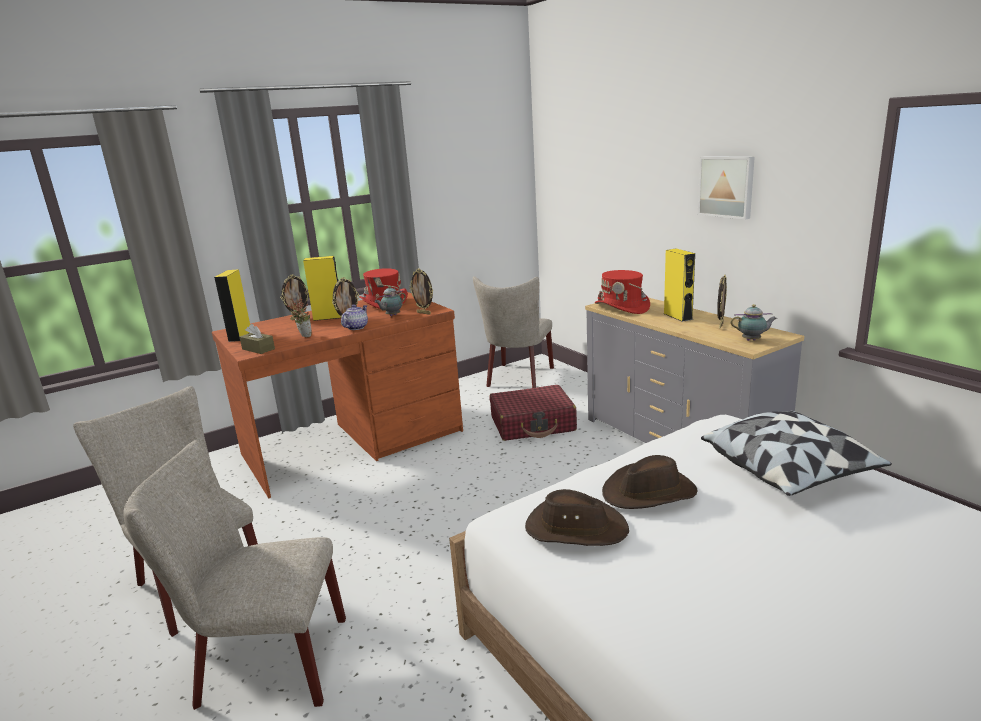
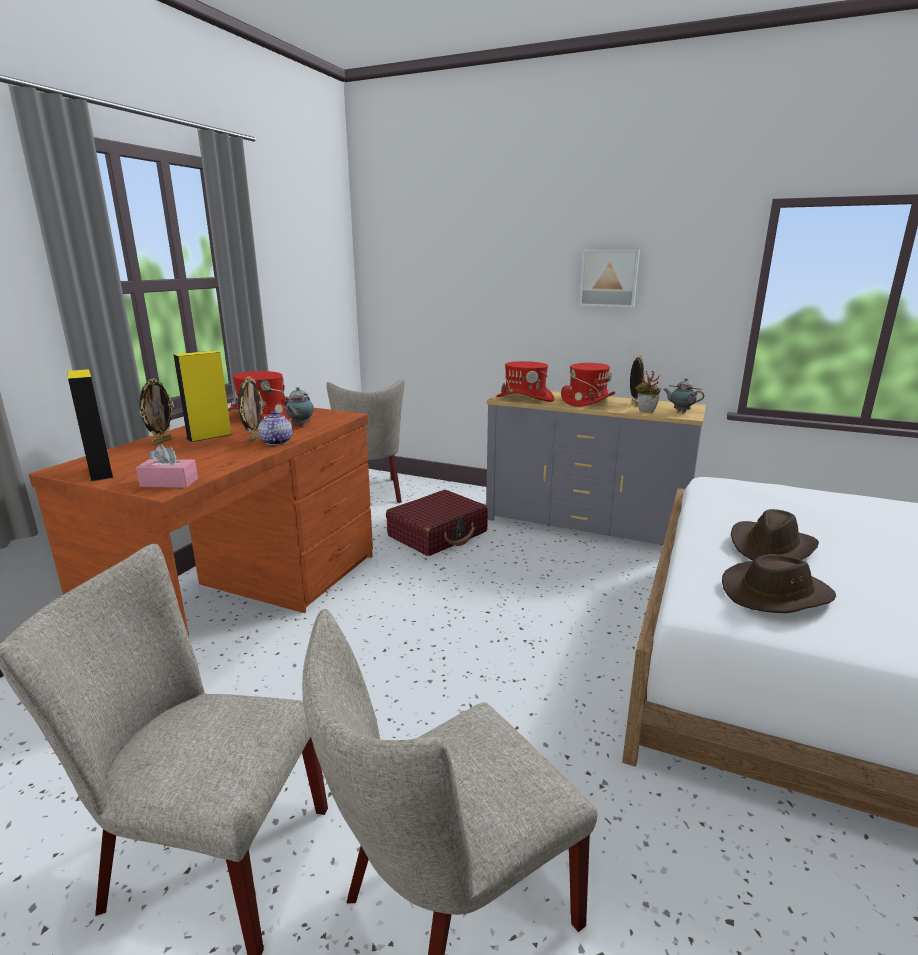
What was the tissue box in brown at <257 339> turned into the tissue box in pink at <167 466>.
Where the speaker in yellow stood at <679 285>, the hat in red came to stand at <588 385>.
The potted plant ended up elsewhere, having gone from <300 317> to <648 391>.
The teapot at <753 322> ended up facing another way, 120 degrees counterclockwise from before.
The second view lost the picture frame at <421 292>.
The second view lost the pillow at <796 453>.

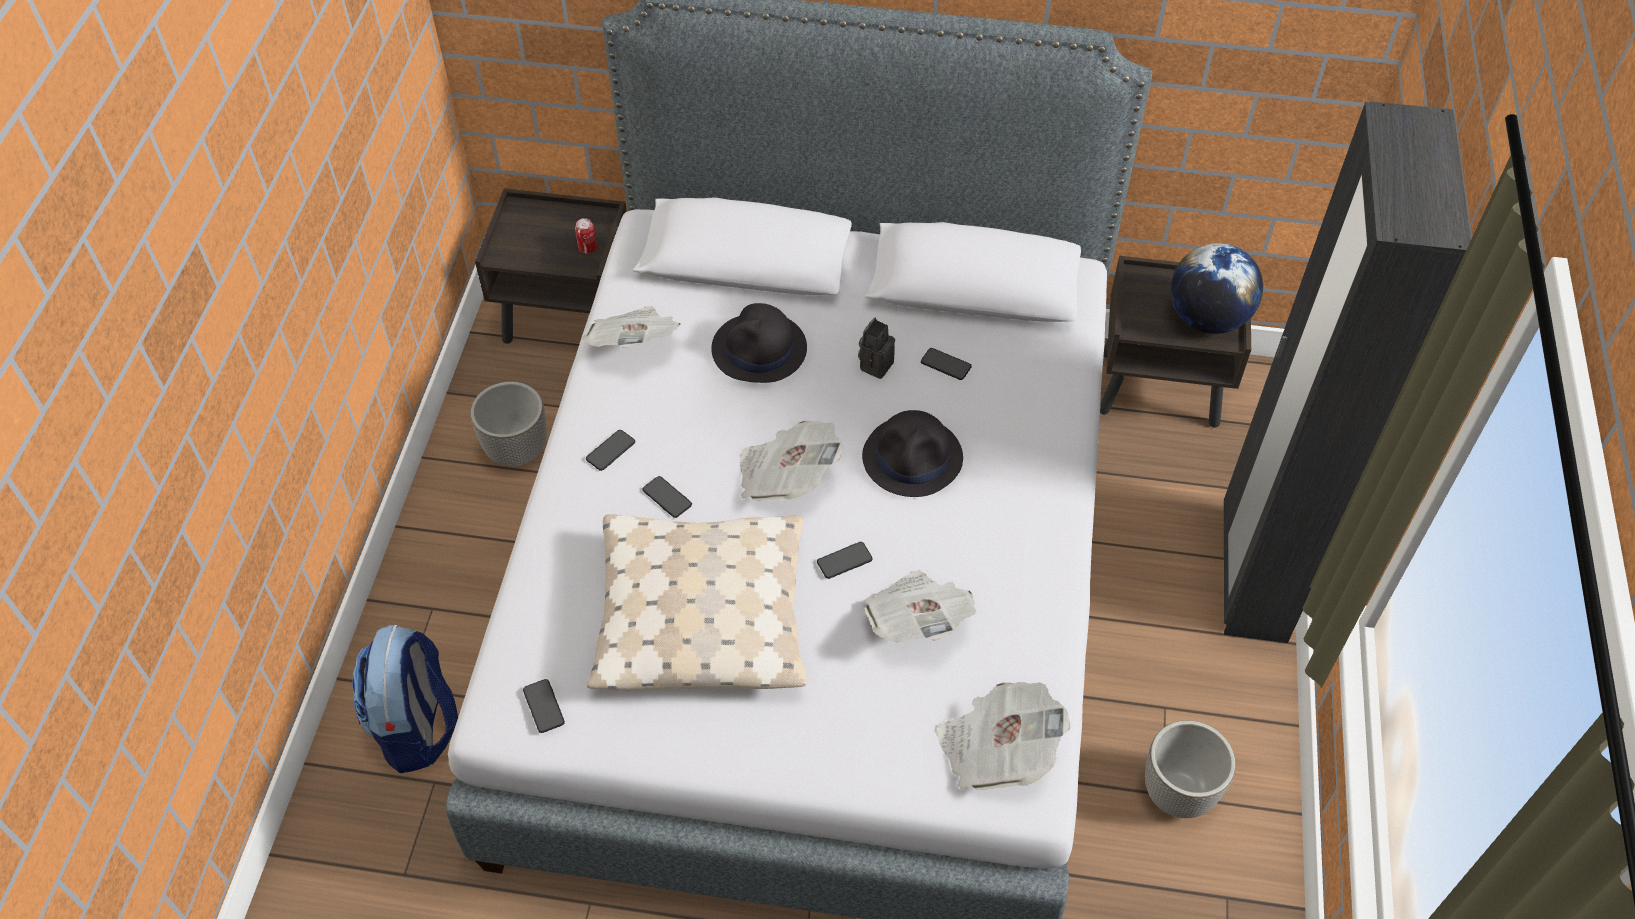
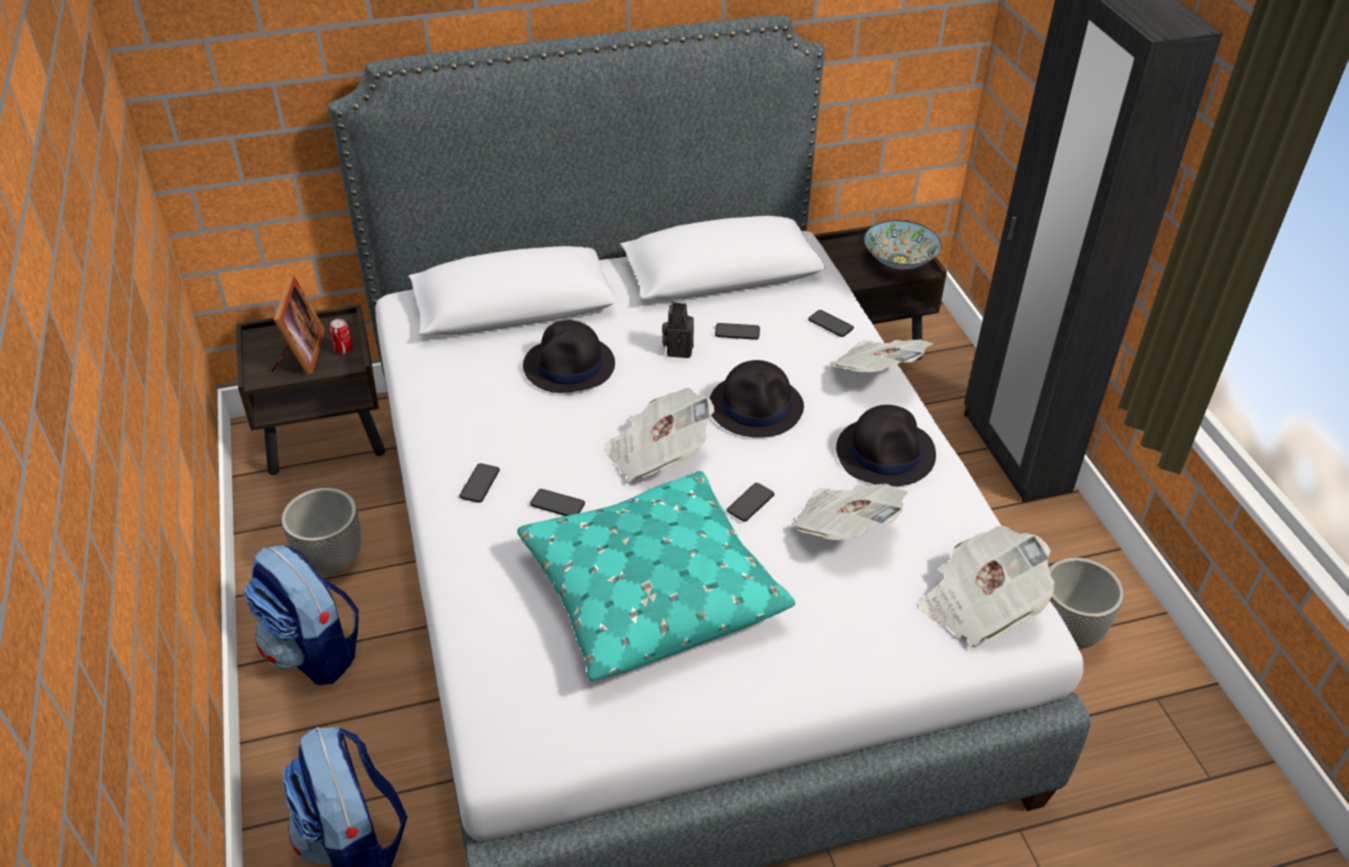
The second view gained the backpack at <301 615>.
The second view gained the picture frame at <298 325>.
What was the pillow in beige at <696 602> turned into the pillow in turquoise at <656 576>.
The phone ended up elsewhere, having gone from <544 706> to <831 323>.
The newspaper ended up elsewhere, having gone from <631 327> to <881 355>.
The second view gained the hat in black at <886 445>.
Where the globe stood at <1216 288>, the bowl came to stand at <902 244>.

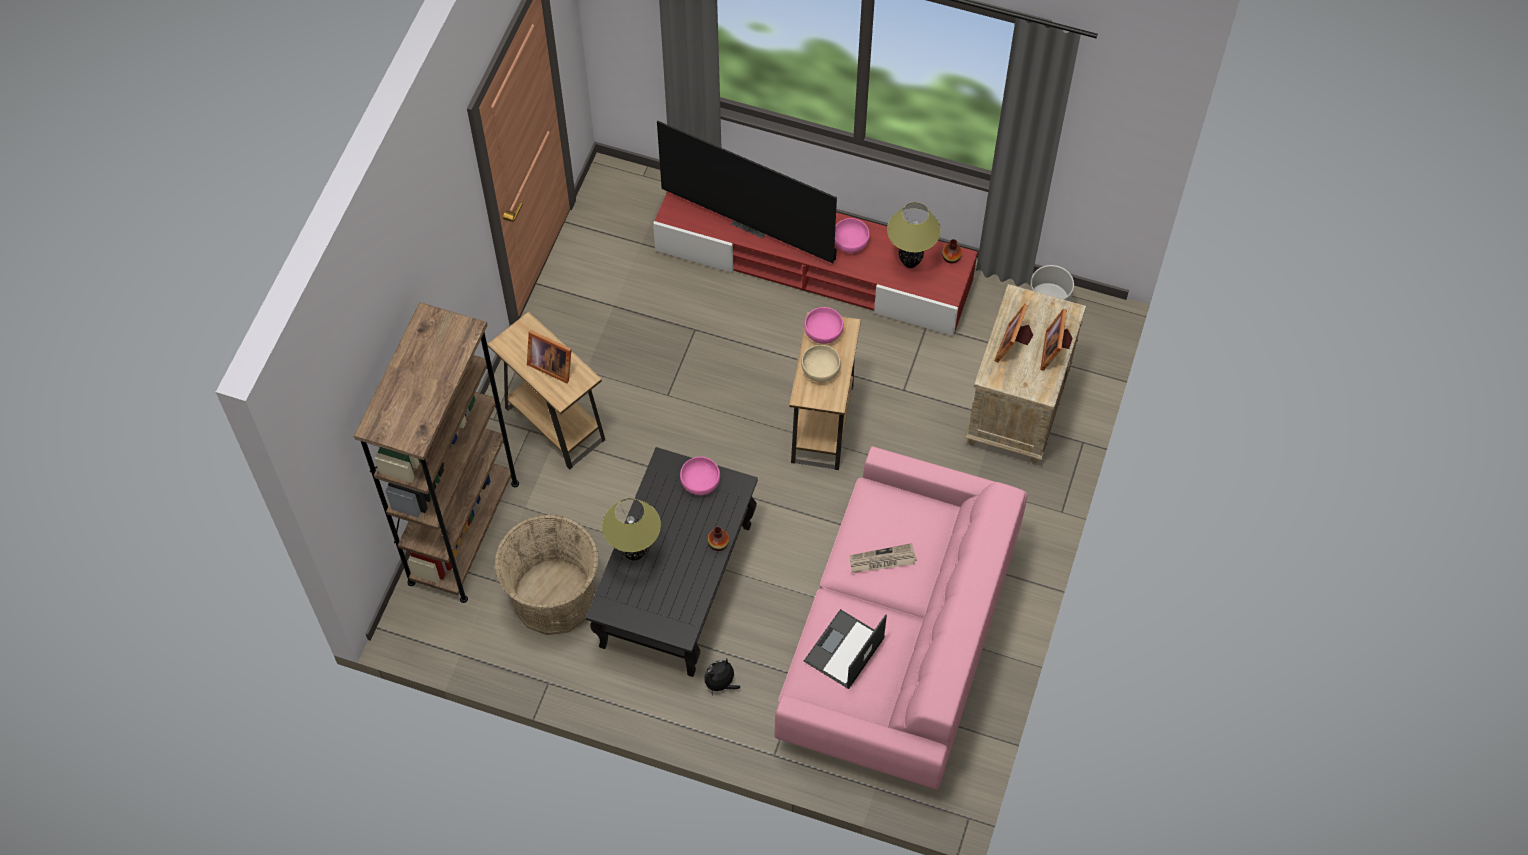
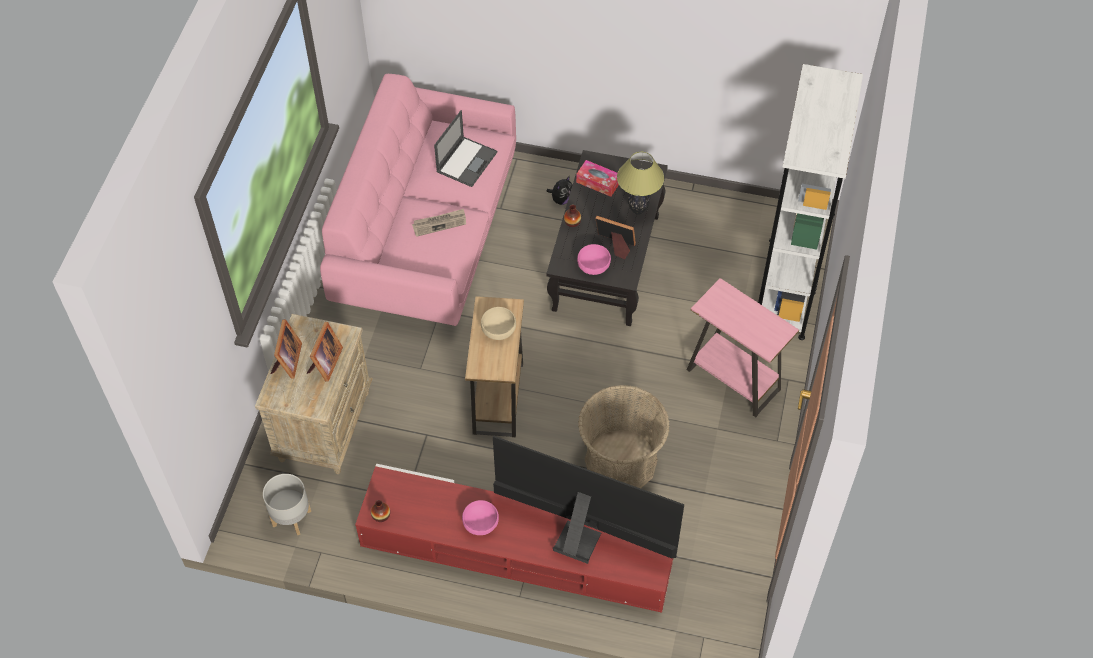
The second view gained the tissue box at <597 178>.
The basket ended up elsewhere, having gone from <546 574> to <624 437>.
The picture frame ended up elsewhere, having gone from <549 356> to <615 238>.
What was the side table in brown at <546 390> turned into the side table in pink at <743 347>.
What was the bookcase in brown at <436 452> turned into the bookcase in white at <810 202>.
The second view lost the bowl in pink at <824 325>.
The second view lost the table lamp at <914 235>.

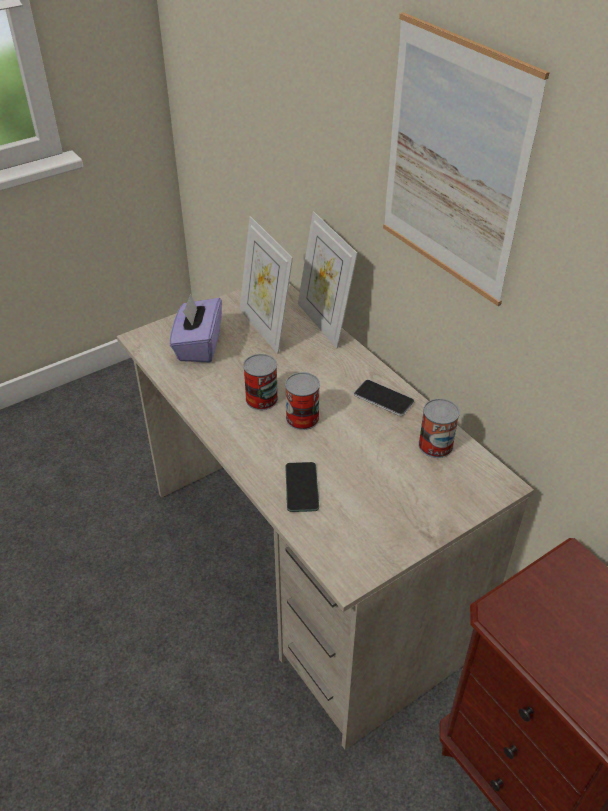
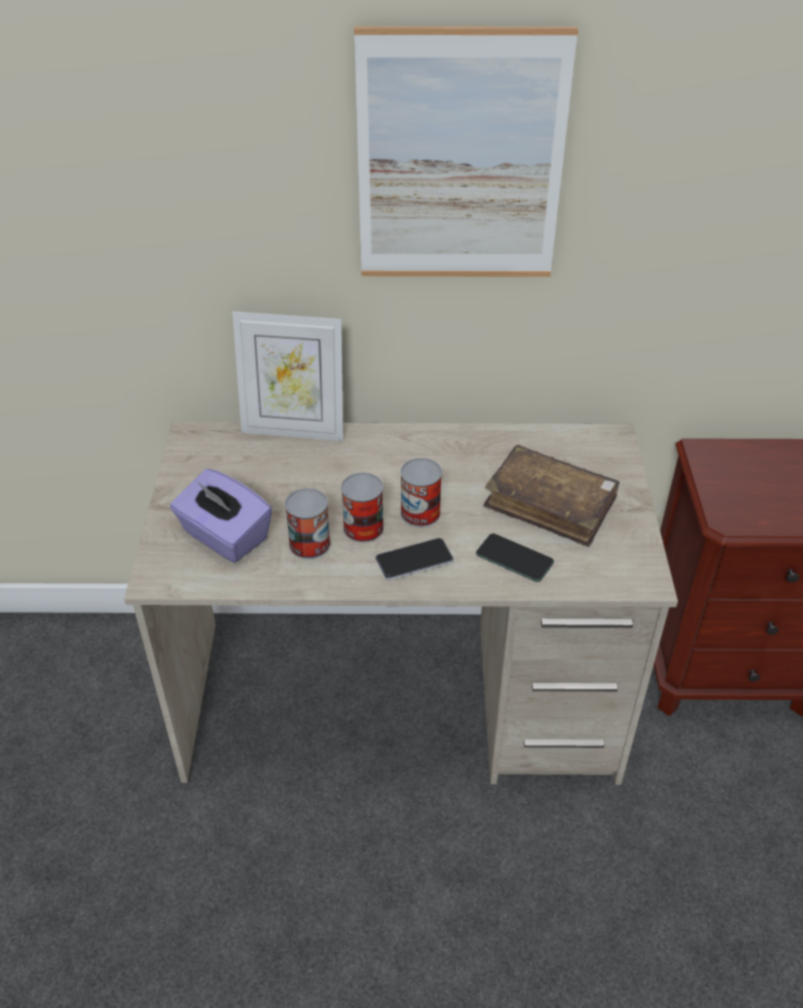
The can ended up elsewhere, having gone from <439 428> to <308 523>.
The phone ended up elsewhere, having gone from <384 398> to <414 559>.
The second view gained the book in brown at <551 496>.
The second view lost the picture frame at <266 285>.

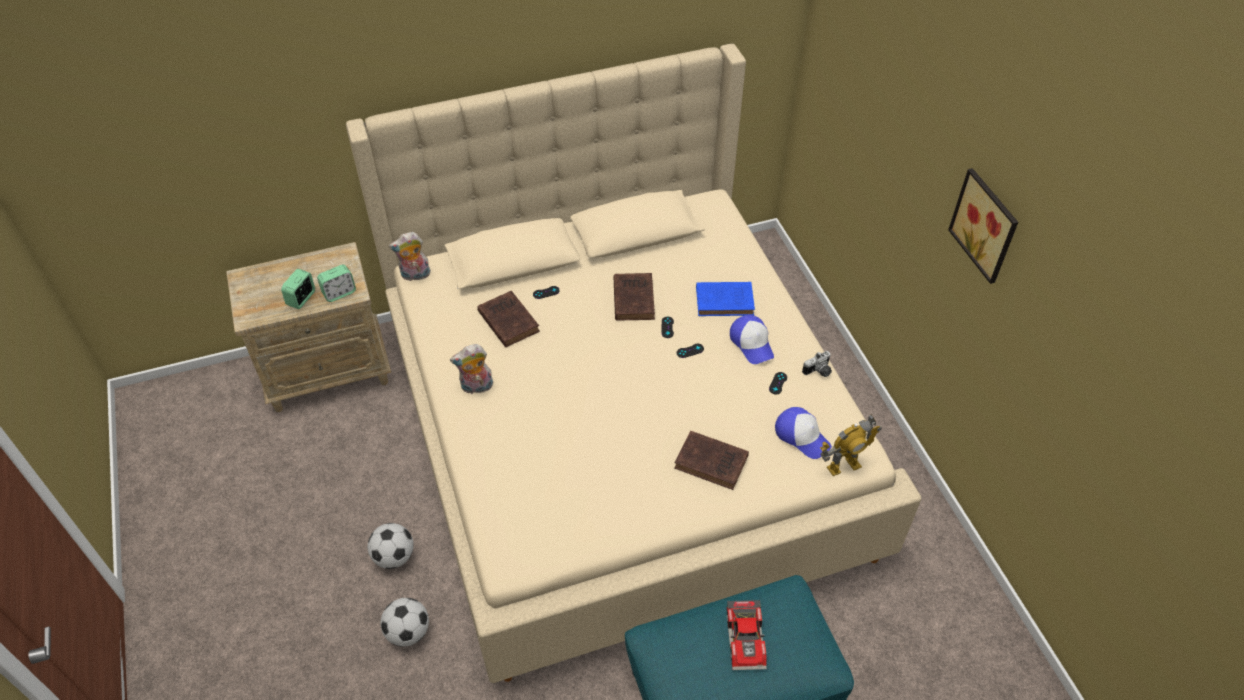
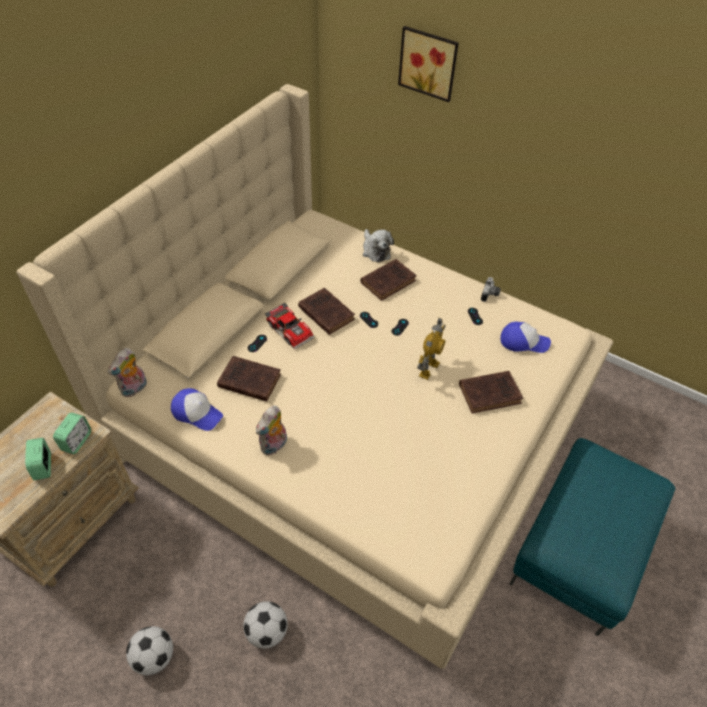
The football ended up elsewhere, having gone from <405 622> to <149 650>.
The cap ended up elsewhere, having gone from <752 339> to <197 409>.
The toy car ended up elsewhere, having gone from <747 635> to <290 326>.
What was the book in blue at <725 299> turned into the book in brown at <389 280>.
The second view gained the plush toy at <378 246>.
The picture ended up elsewhere, having gone from <983 226> to <428 64>.
The toy robot ended up elsewhere, having gone from <851 445> to <431 349>.

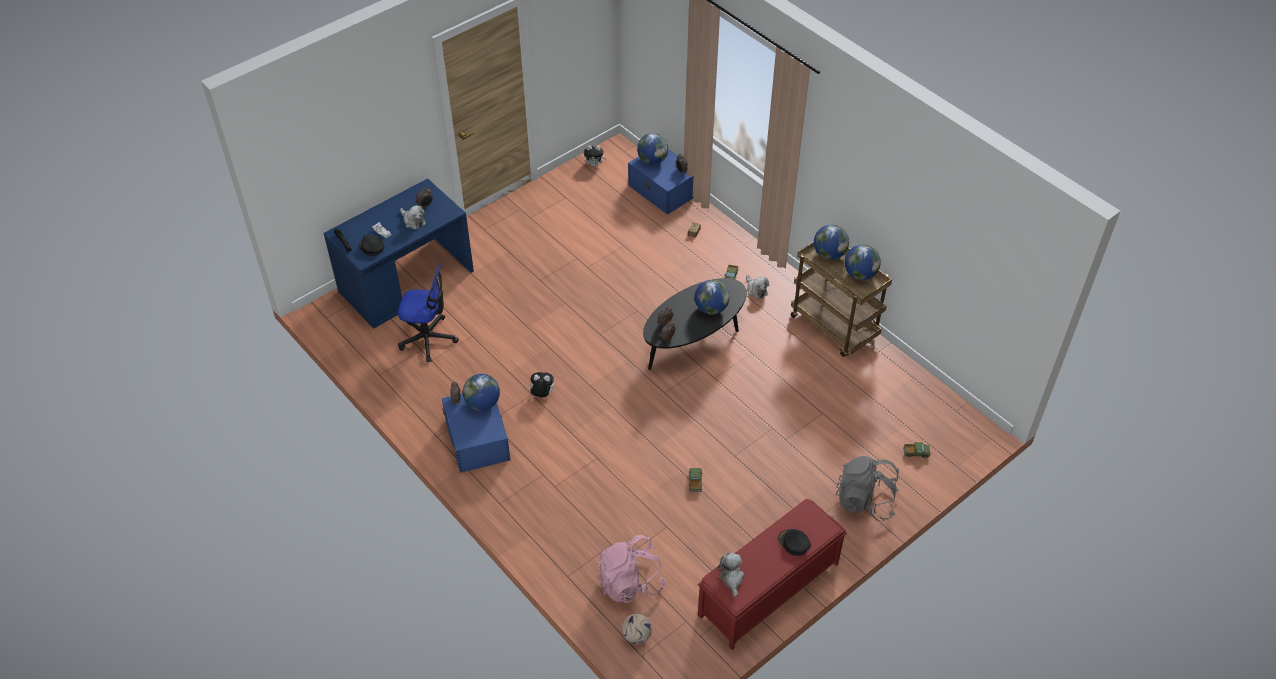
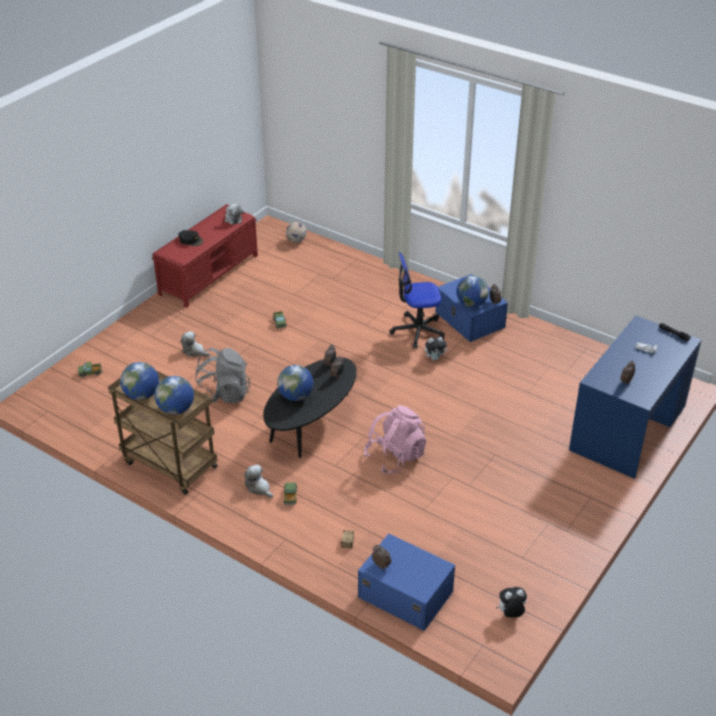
The plush toy ended up elsewhere, having gone from <413 217> to <195 344>.
The backpack in grey ended up elsewhere, having gone from <867 488> to <223 375>.
The backpack in pink ended up elsewhere, having gone from <631 569> to <395 439>.
The office chair ended up elsewhere, having gone from <428 313> to <416 300>.
The second view lost the cap in black at <371 245>.
The second view lost the globe at <652 148>.

